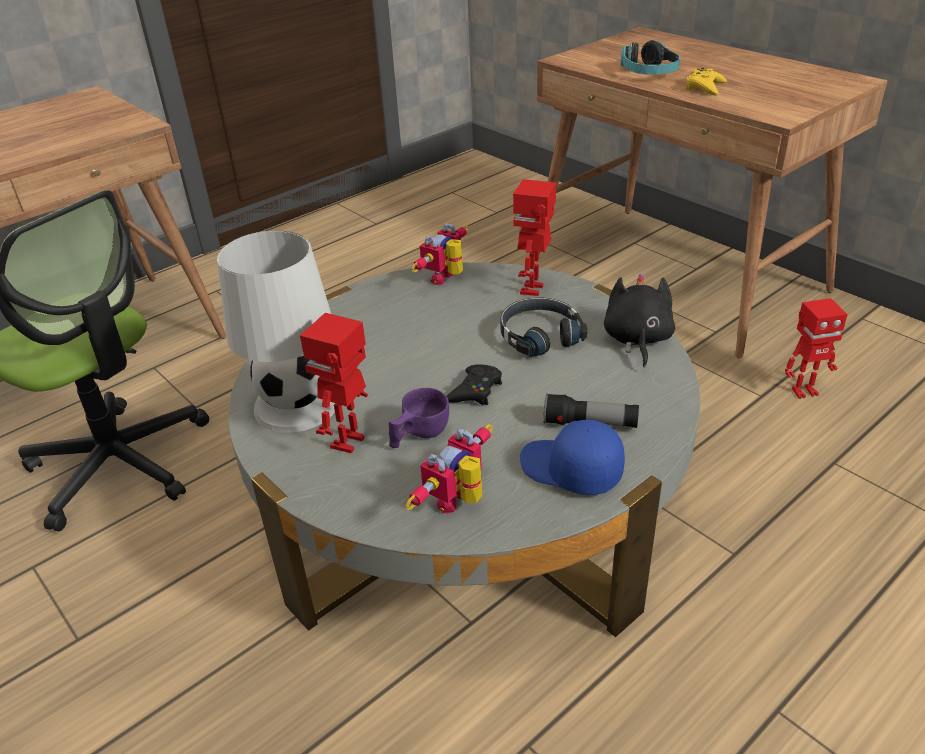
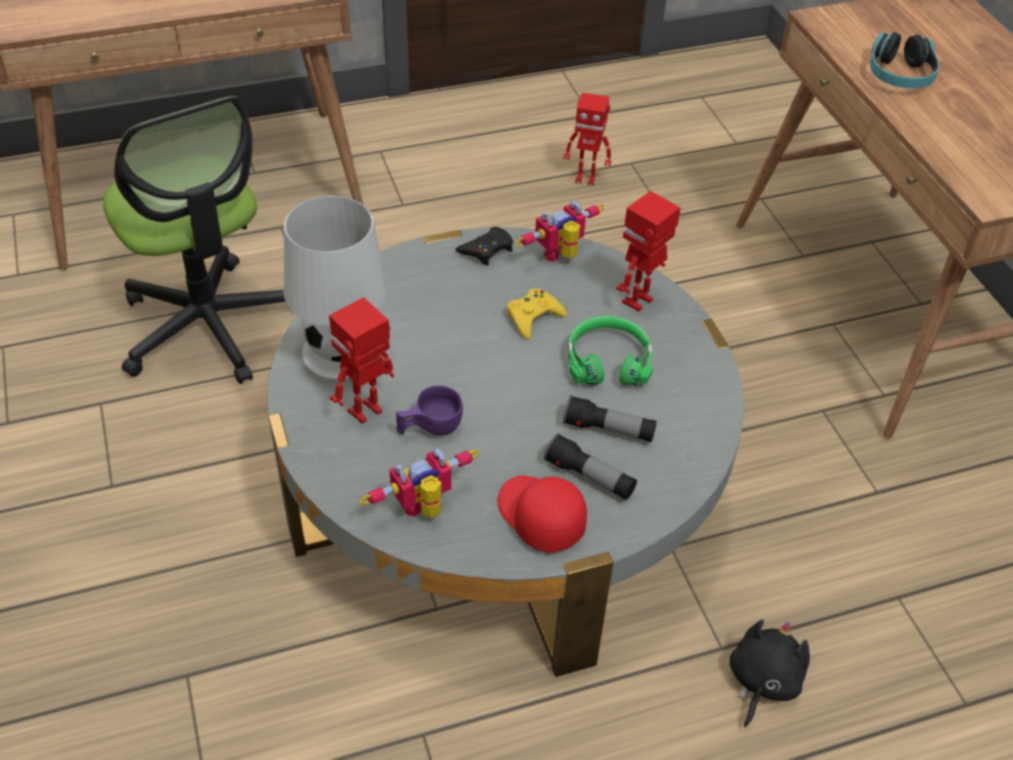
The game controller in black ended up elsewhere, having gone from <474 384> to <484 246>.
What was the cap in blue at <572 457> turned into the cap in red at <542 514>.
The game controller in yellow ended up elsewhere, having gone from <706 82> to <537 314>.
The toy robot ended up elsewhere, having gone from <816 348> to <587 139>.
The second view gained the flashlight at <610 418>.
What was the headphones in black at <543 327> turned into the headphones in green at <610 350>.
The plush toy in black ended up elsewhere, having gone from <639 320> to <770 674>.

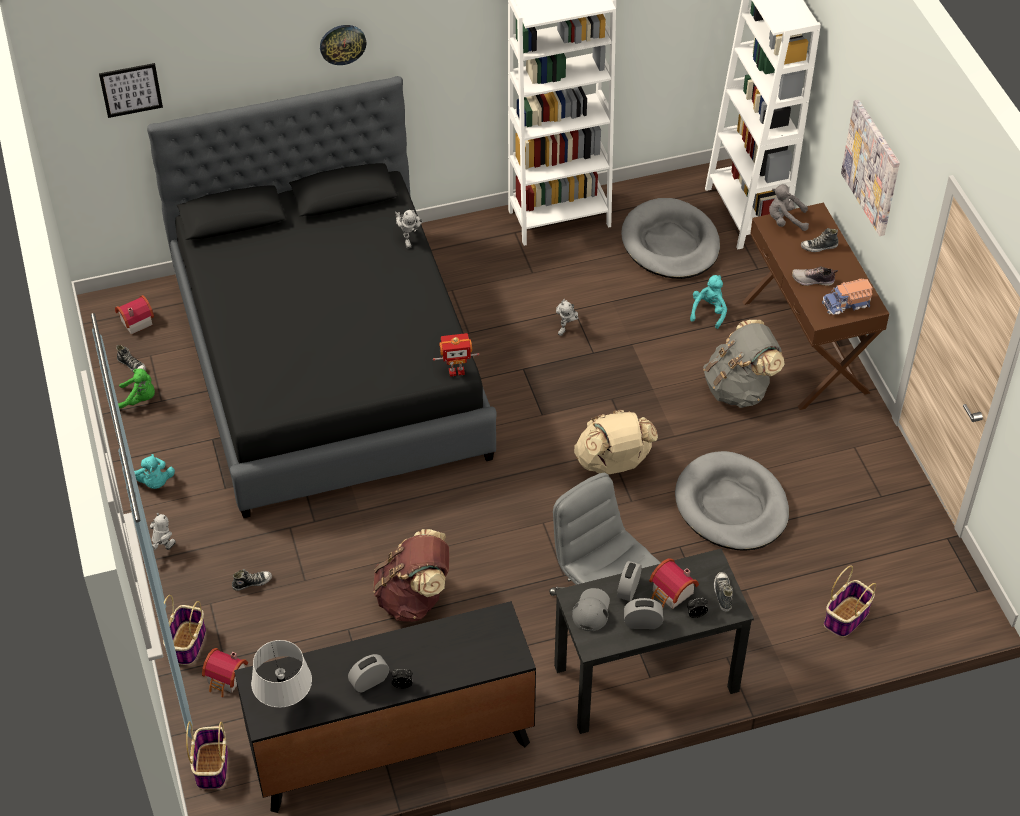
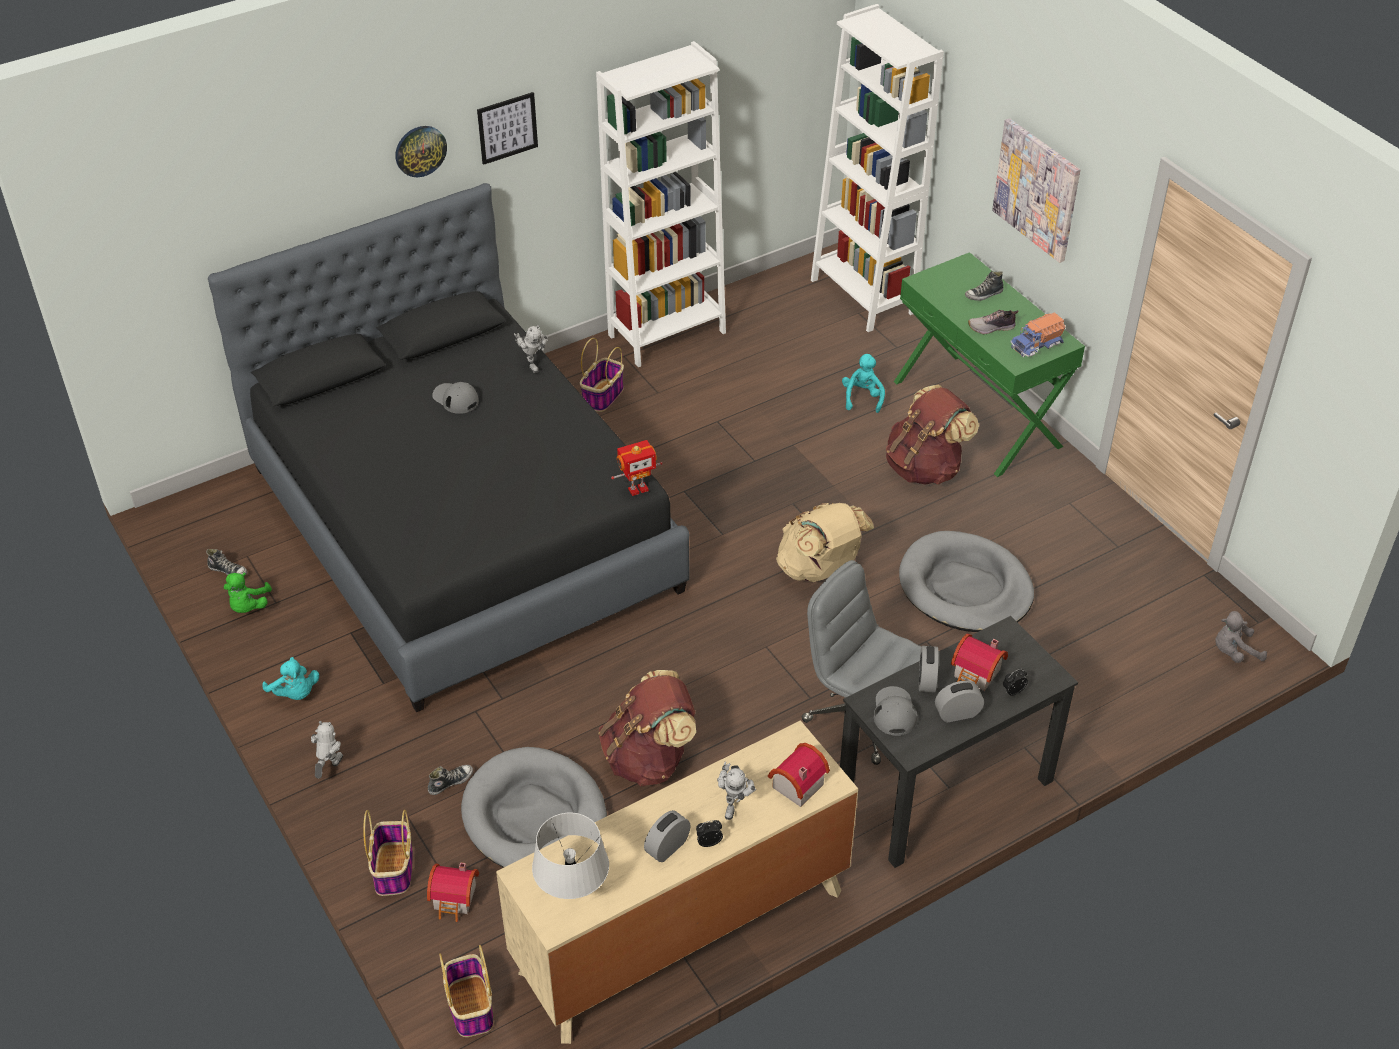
The plush toy in green at <136 389> ended up facing another way, 105 degrees clockwise from before.
The second view gained the cap in grey at <455 398>.
The dog bed in grey ended up elsewhere, having gone from <670 238> to <534 807>.
The picture ended up elsewhere, having gone from <131 90> to <507 128>.
What was the dresser in black at <385 707> turned into the dresser in beige at <677 882>.
The basket ended up elsewhere, having gone from <850 601> to <602 375>.
The toy robot ended up elsewhere, having gone from <567 317> to <736 790>.
The toy house ended up elsewhere, having gone from <134 315> to <799 775>.
What was the backpack in grey at <744 364> turned into the backpack in brown at <932 435>.
What was the console table in brown at <815 306> turned into the console table in green at <989 364>.
The plush toy in grey ended up elsewhere, having gone from <789 207> to <1241 637>.
The second view lost the shoe at <723 592>.

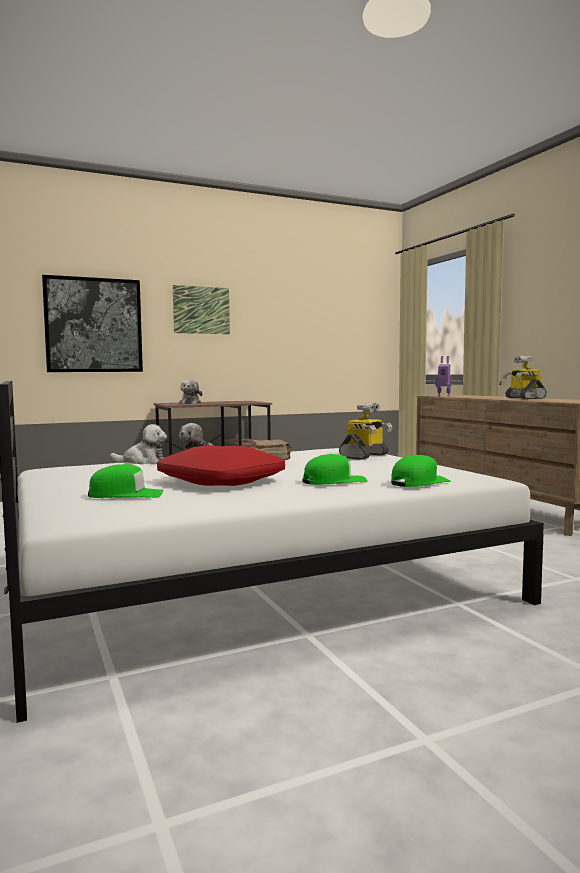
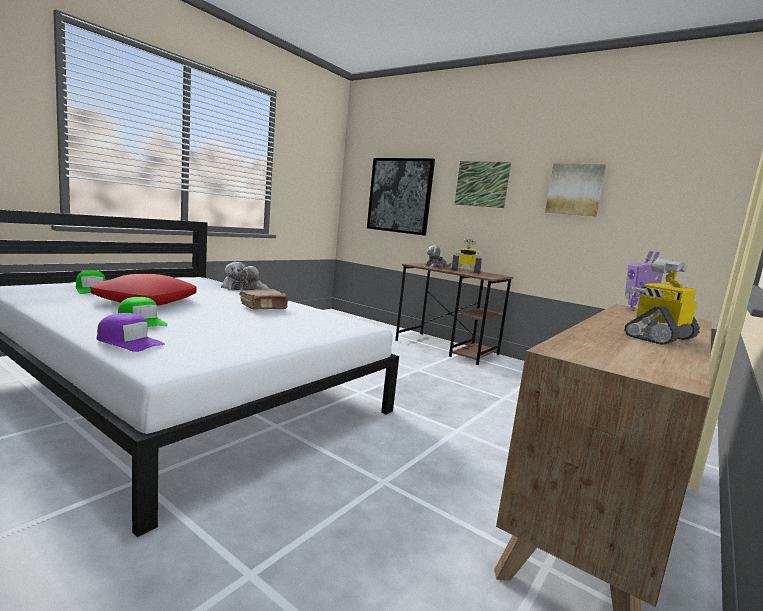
What was the cap in green at <421 471> turned into the cap in purple at <130 332>.
The toy robot ended up elsewhere, having gone from <366 431> to <466 256>.
The second view gained the picture at <575 189>.

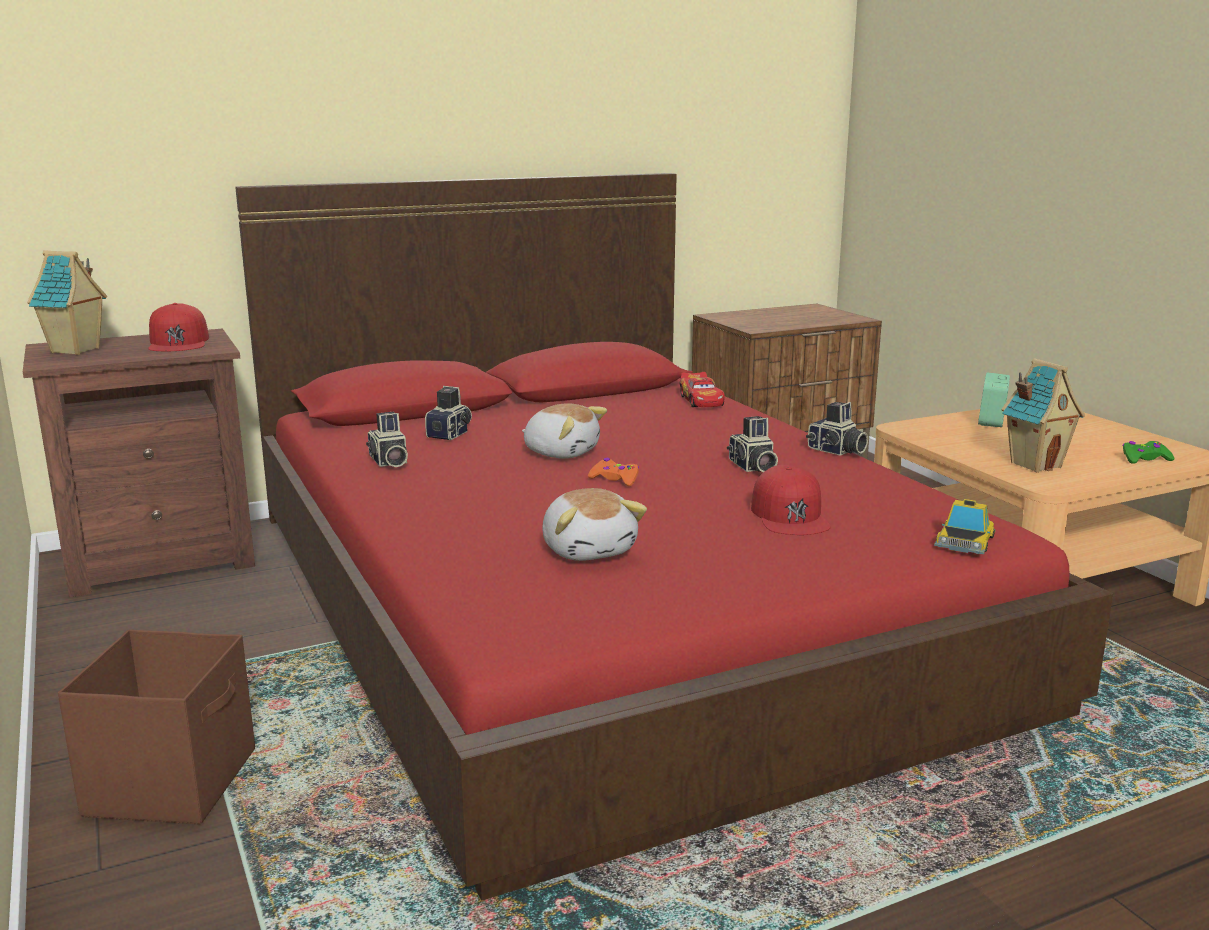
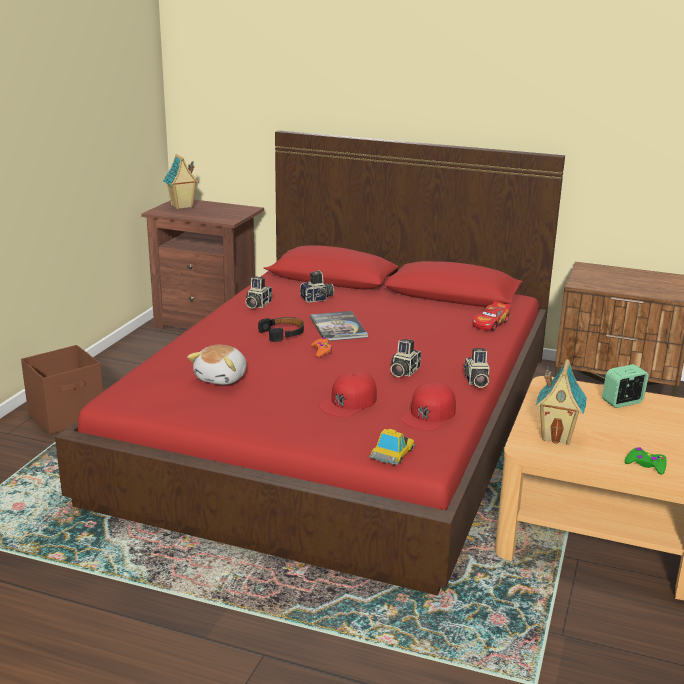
The second view gained the headphones in black at <281 329>.
Where the plush toy stood at <564 431>, the book came to stand at <339 326>.
The toy car at <965 526> ended up facing another way, 135 degrees clockwise from before.
The cap in red ended up elsewhere, having gone from <178 327> to <428 406>.

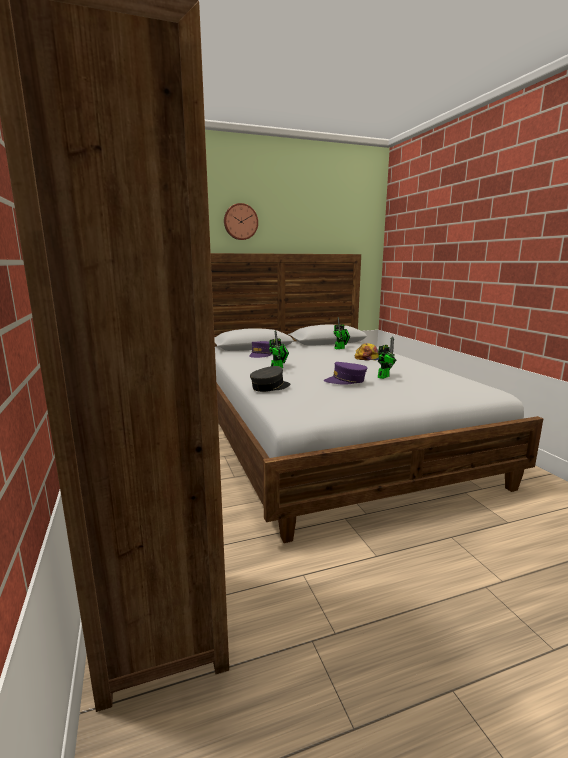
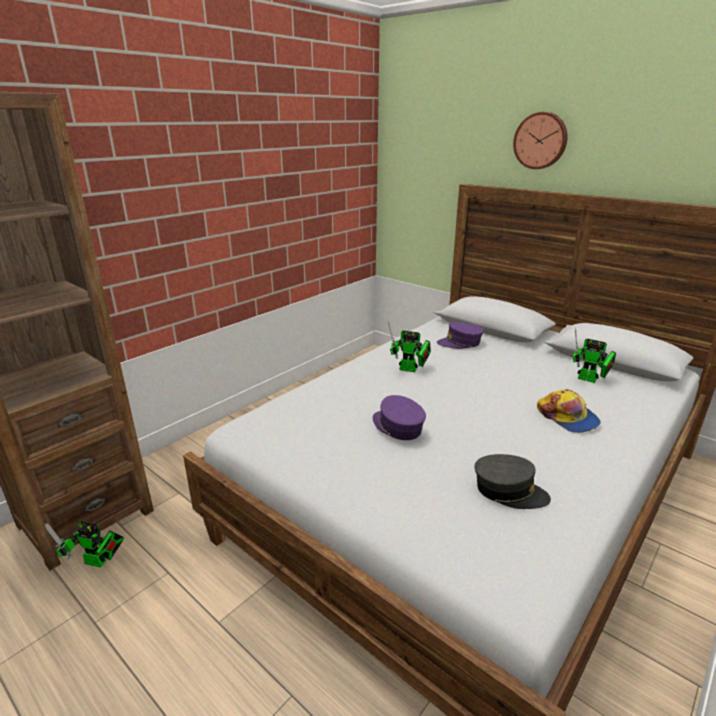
The toy robot ended up elsewhere, having gone from <387 357> to <84 544>.
The cap in grey ended up elsewhere, having gone from <270 379> to <513 481>.

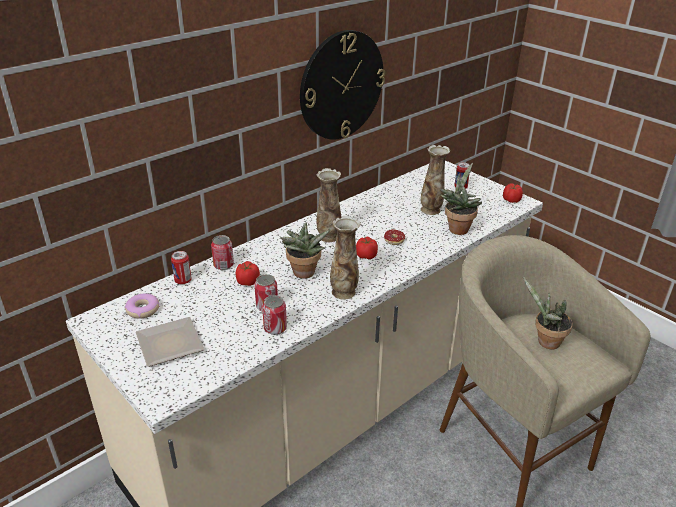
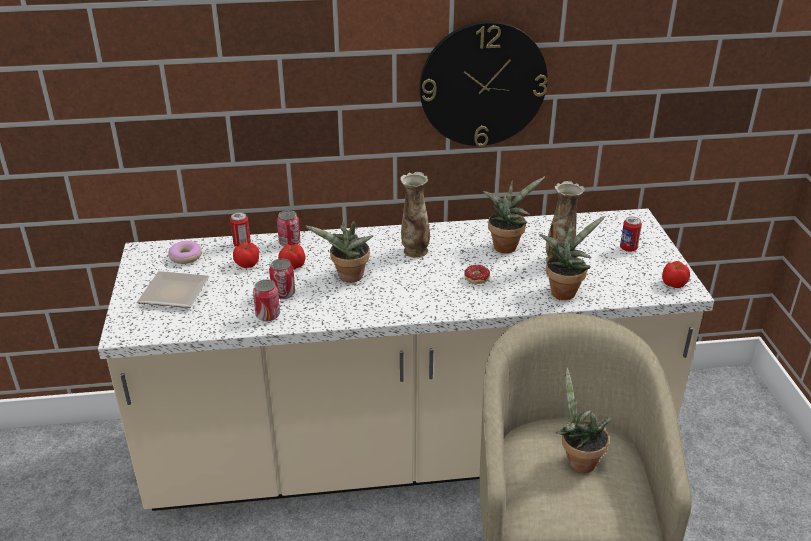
The tomato ended up elsewhere, having gone from <367 248> to <246 255>.
The second view gained the potted plant at <514 215>.
The second view lost the vase at <345 258>.

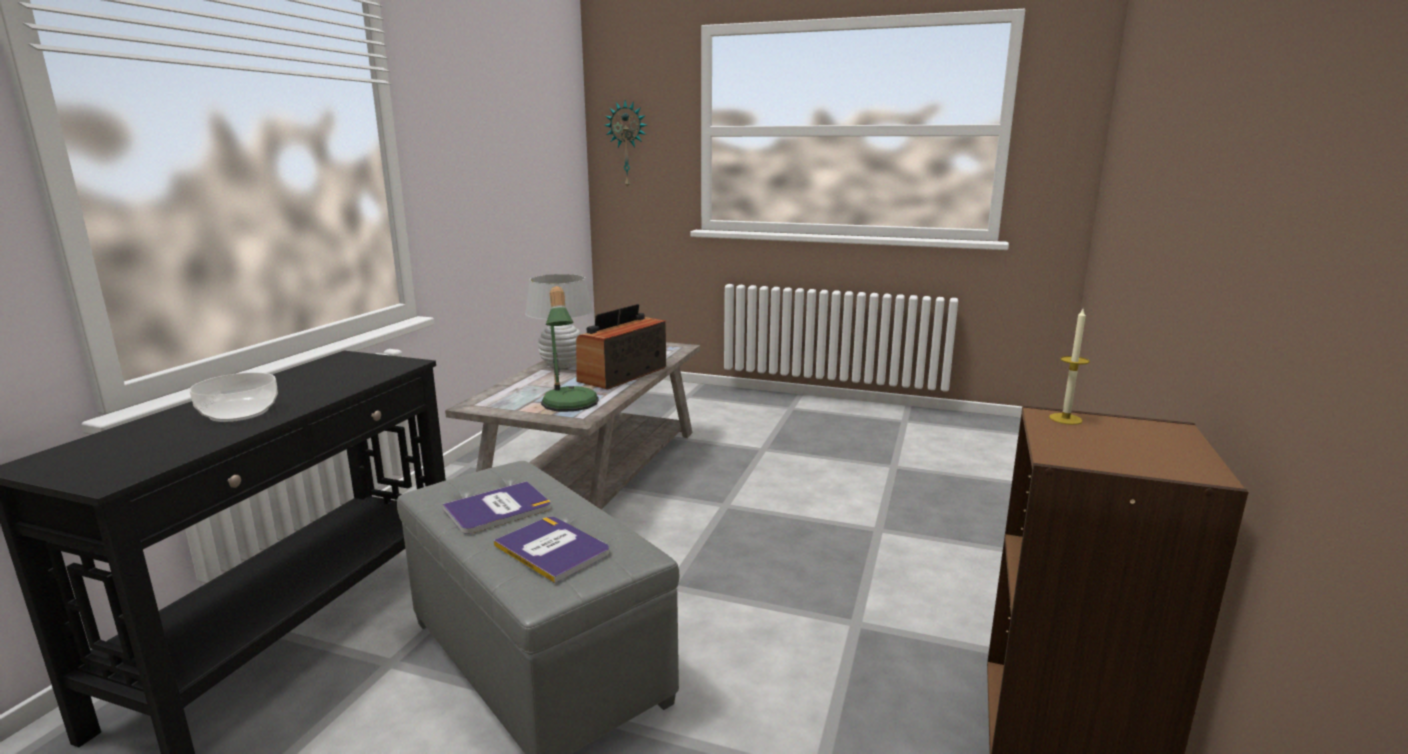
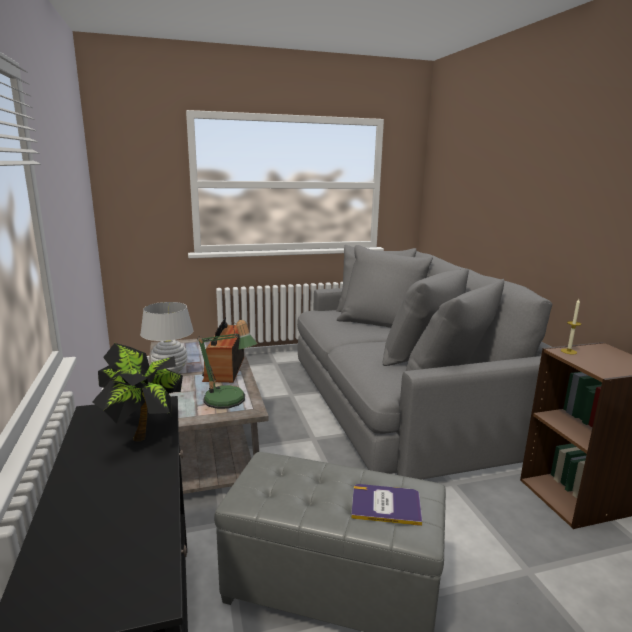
The second view gained the potted plant at <137 392>.
The second view gained the sofa in grey at <424 362>.
The second view lost the bowl at <234 397>.
The second view lost the book at <496 507>.
The second view lost the wall clock at <625 144>.

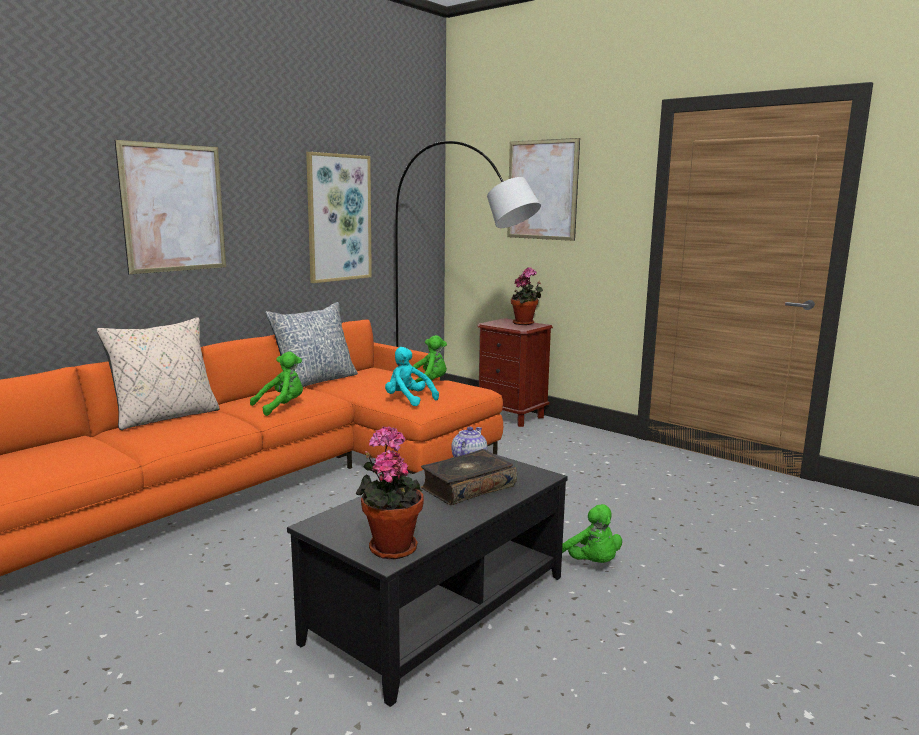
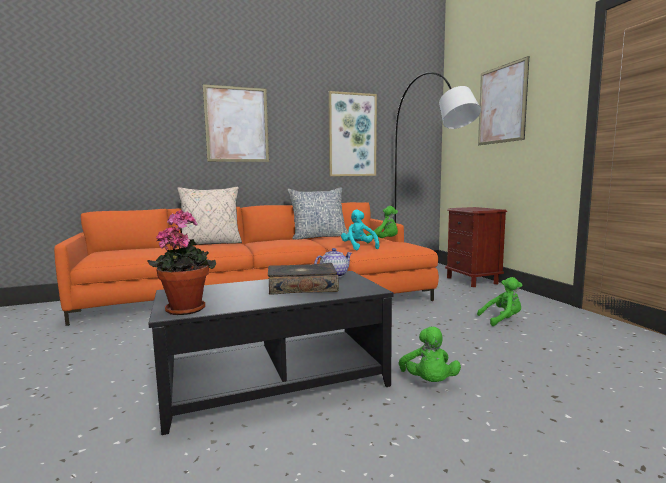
The plush toy in green ended up elsewhere, having gone from <276 384> to <500 301>.
The second view lost the potted plant at <527 296>.

